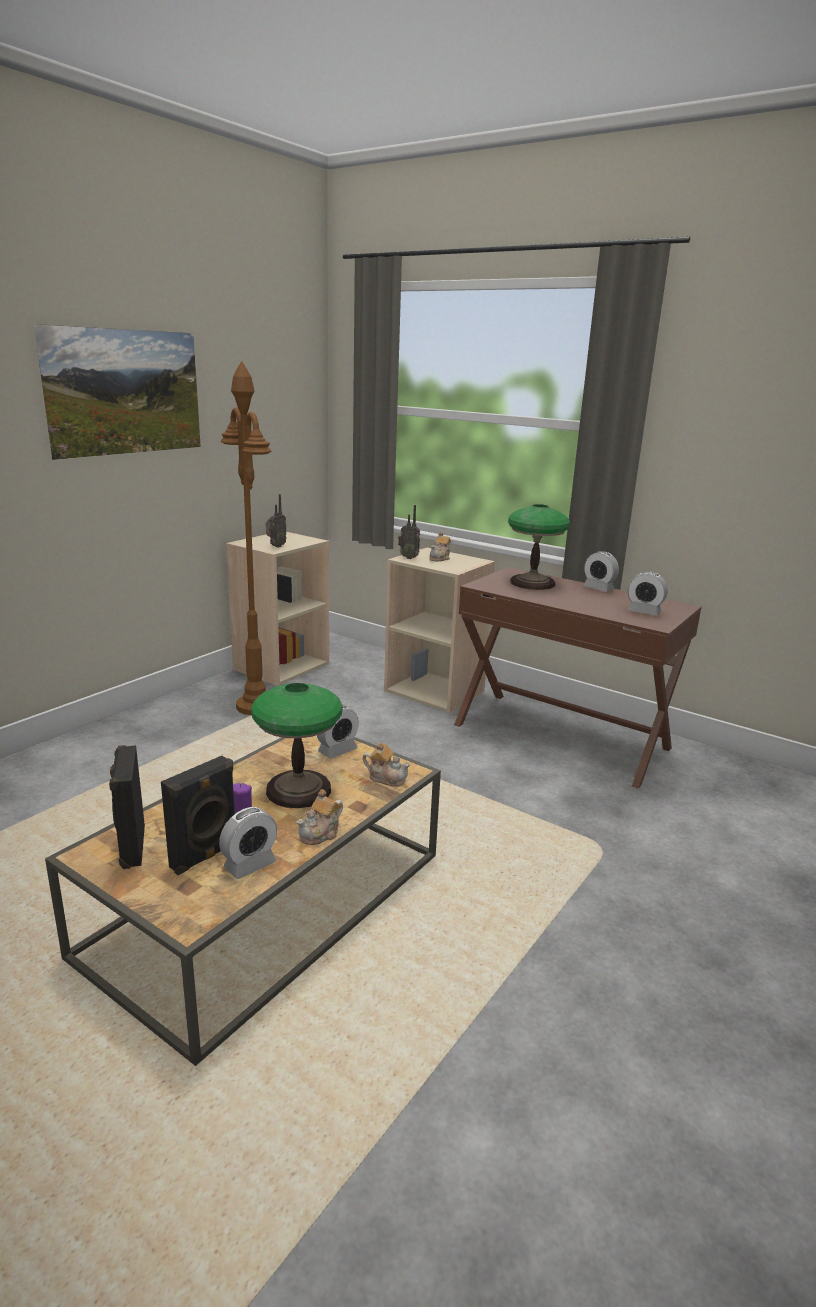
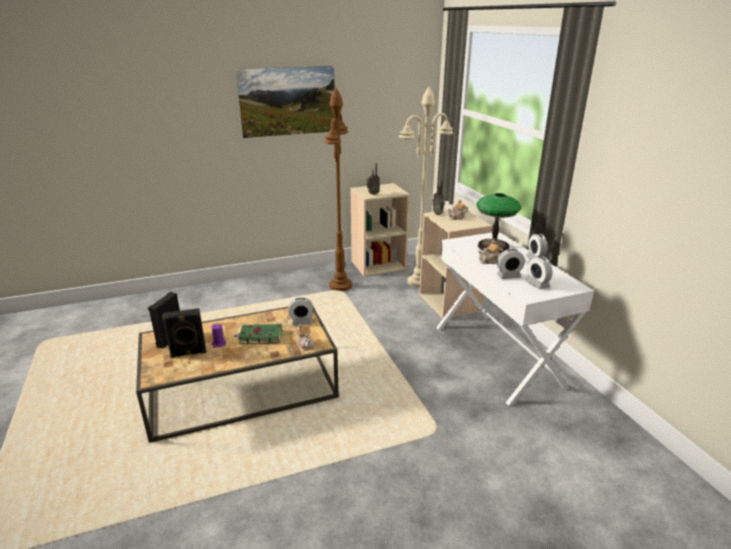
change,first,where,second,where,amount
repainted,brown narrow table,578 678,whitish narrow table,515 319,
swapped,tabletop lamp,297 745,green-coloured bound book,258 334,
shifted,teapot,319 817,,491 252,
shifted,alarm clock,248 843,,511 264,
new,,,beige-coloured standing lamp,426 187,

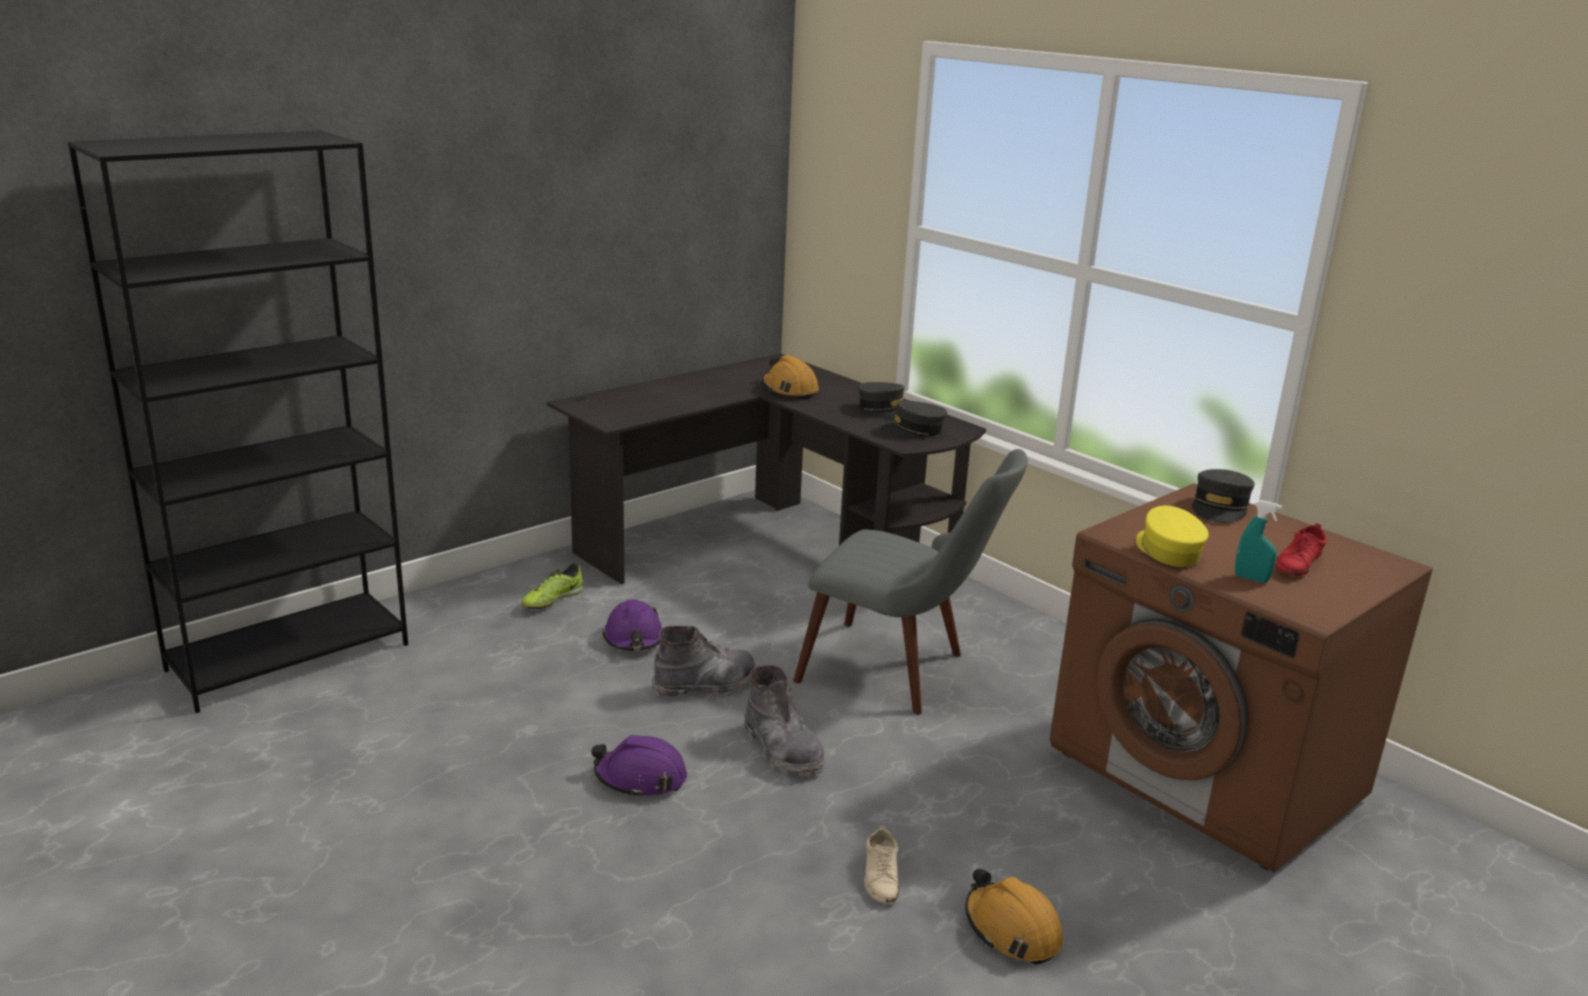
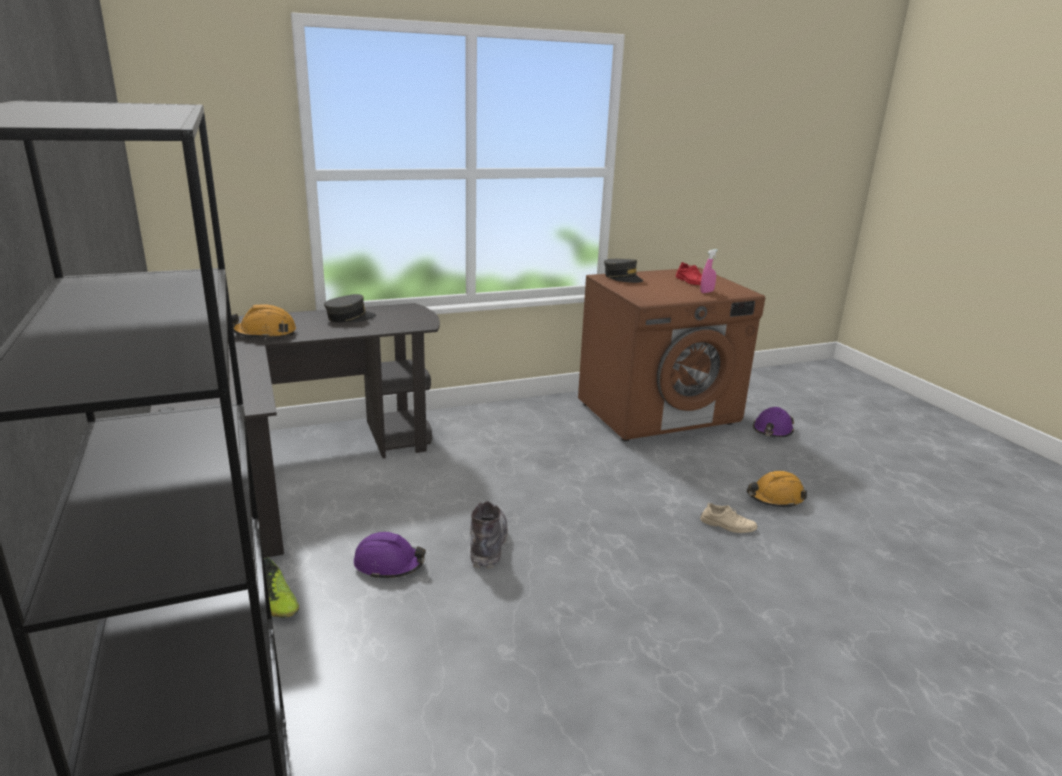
change,first,where,second,where,amount
gone,grey peaked cap,913 419,,,
gone,grey plain chair,910 582,,,
repainted,turquoise-coloured sprayer,1258 541,pink sprayer,709 271,
gone,yellow peaked cap,1172 536,,,
gone,grey high-top boot,784 721,,,
shifted,purple-coloured safety helmet,639 766,,773 422,

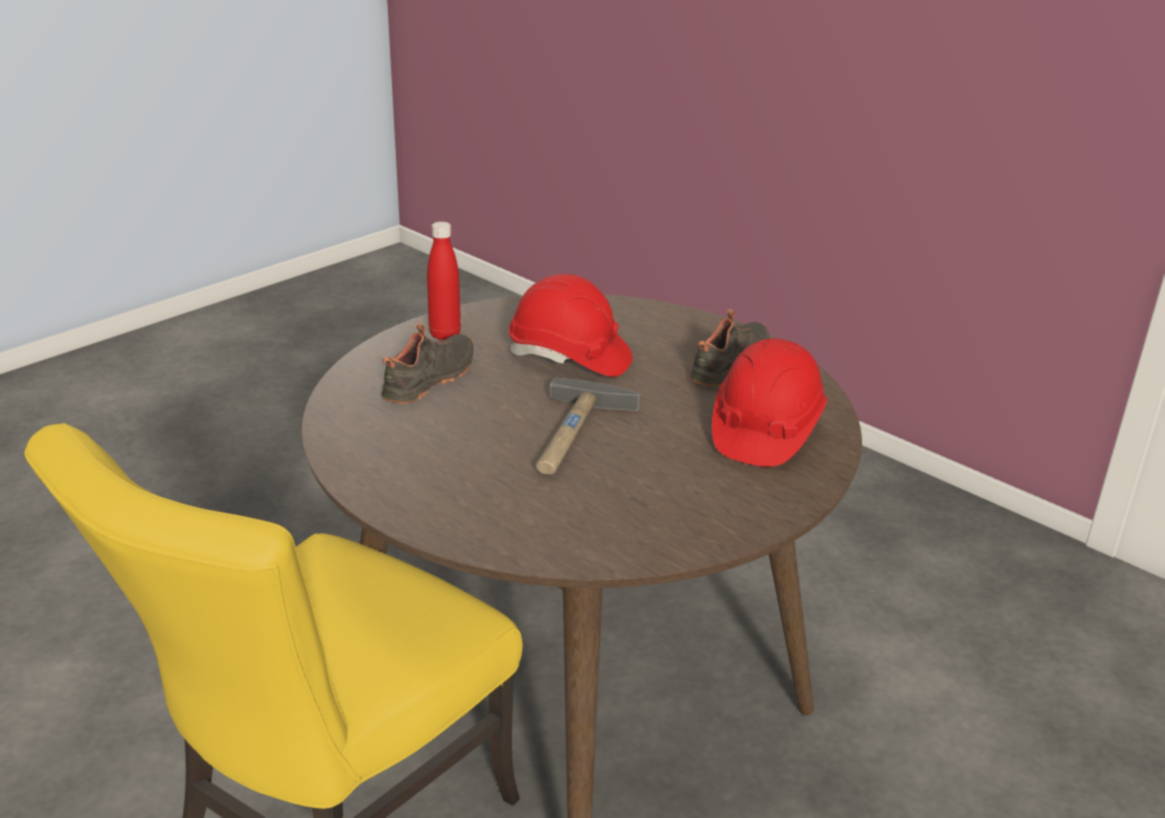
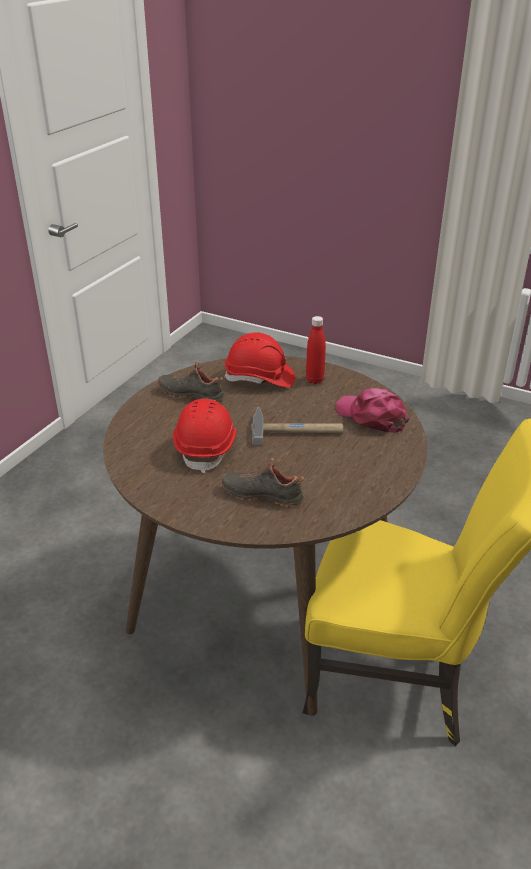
change,first,where,second,where,amount
shifted,red bottle,444 281,,316 350,
new,,,pink peaked cap,372 410,

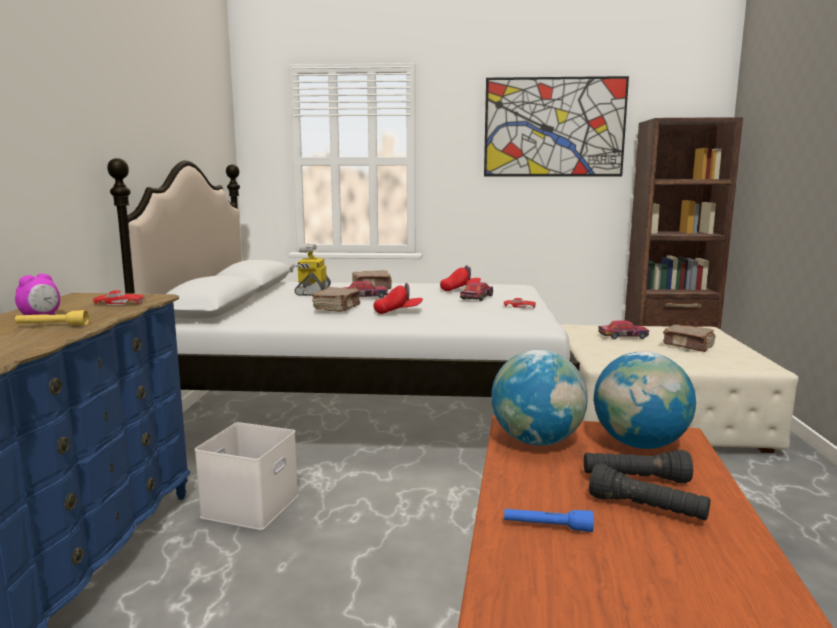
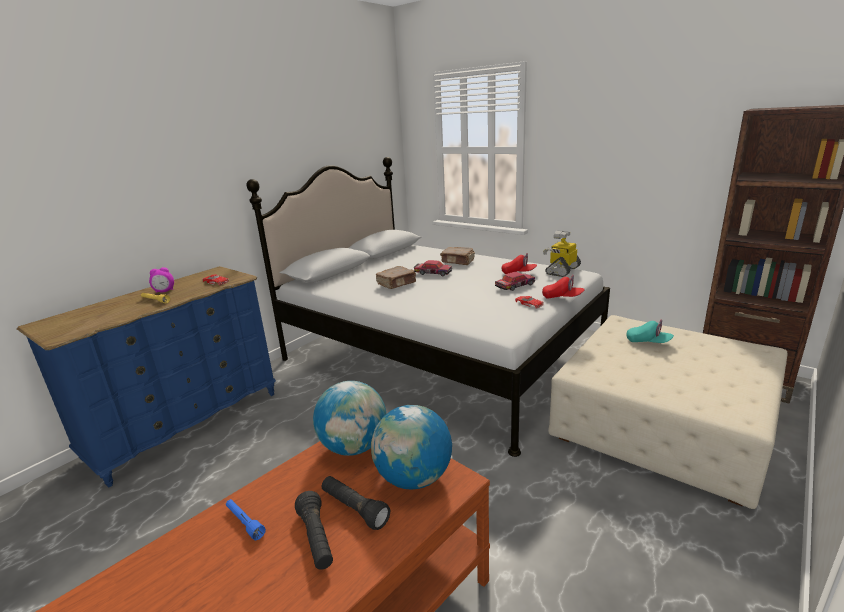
change,first,where,second,where,amount
gone,picture,556 126,,,
shifted,model robot,310 270,,562 253,
shifted,red peaked cap,398 298,,563 287,
swapped,miniature car,623 329,turquoise-coloured peaked cap,650 331,
gone,brown bound book,689 338,,,
gone,whitish storage box,246 476,,,

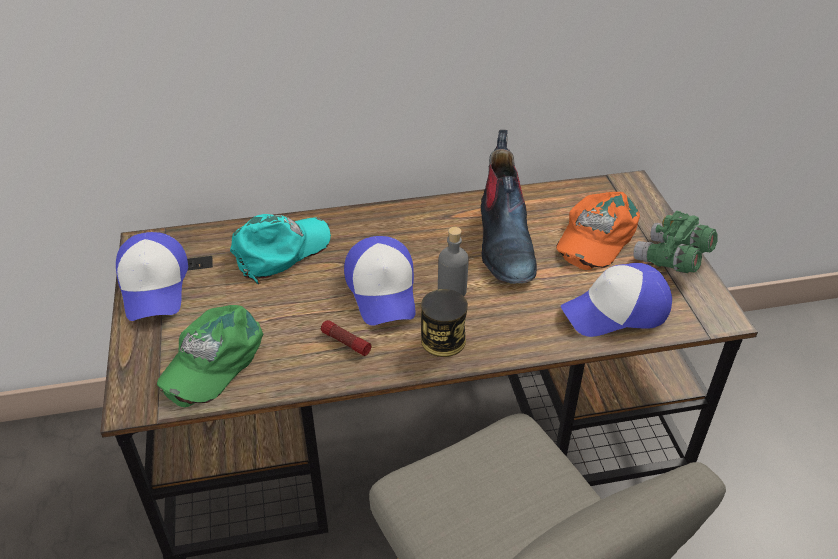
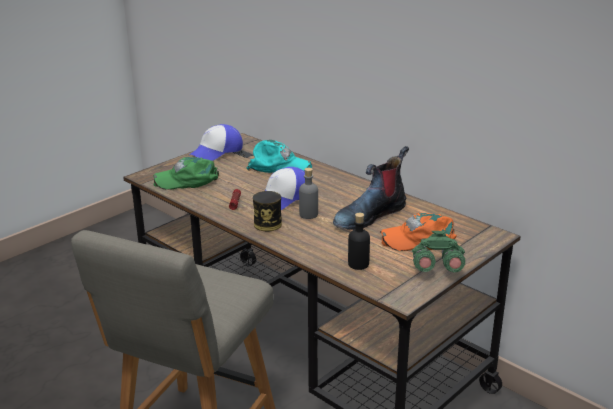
change,first,where,second,where,amount
swapped,peaked cap,616 300,blackish bottle,359 241,

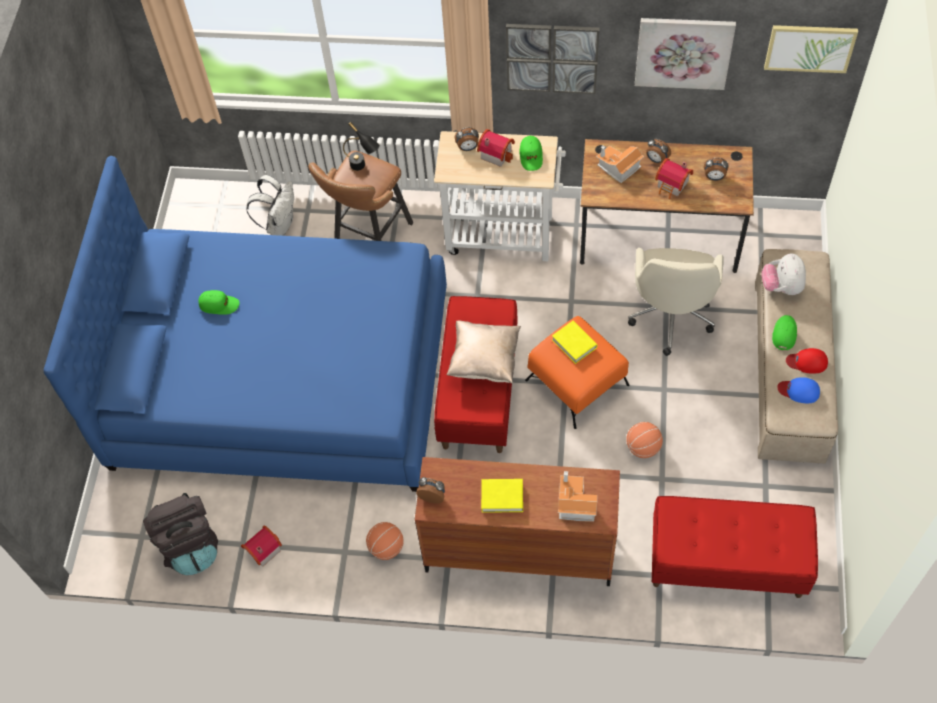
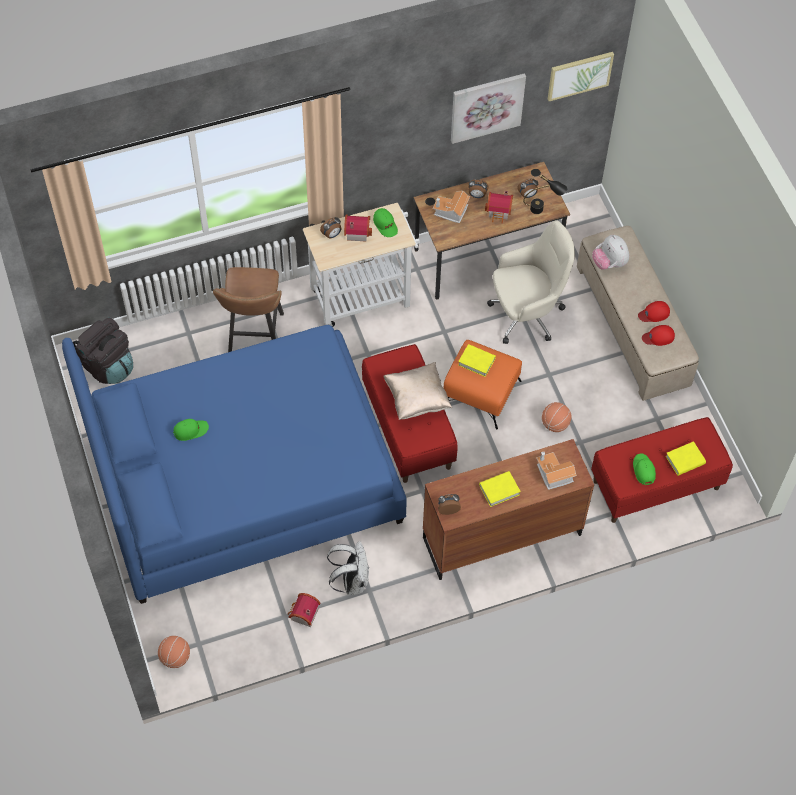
change,first,where,second,where,amount
gone,picture,552 59,,,
shifted,blackish tabletop lamp,361 146,,545 194,
shifted,whitish knapsack,270 205,,348 568,
rotated,beige-coloured office chair,676 302,,531 282,90 degrees counterclockwise
shifted,green-coloured peaked cap,784 332,,644 469,
repainted,blue-coloured peaked cap,798 390,red peaked cap,658 335,
shifted,blackish knapsack,180 534,,103 351,
shifted,basketball,385 541,,174 652,
new,,,yellow bound book,685 458,

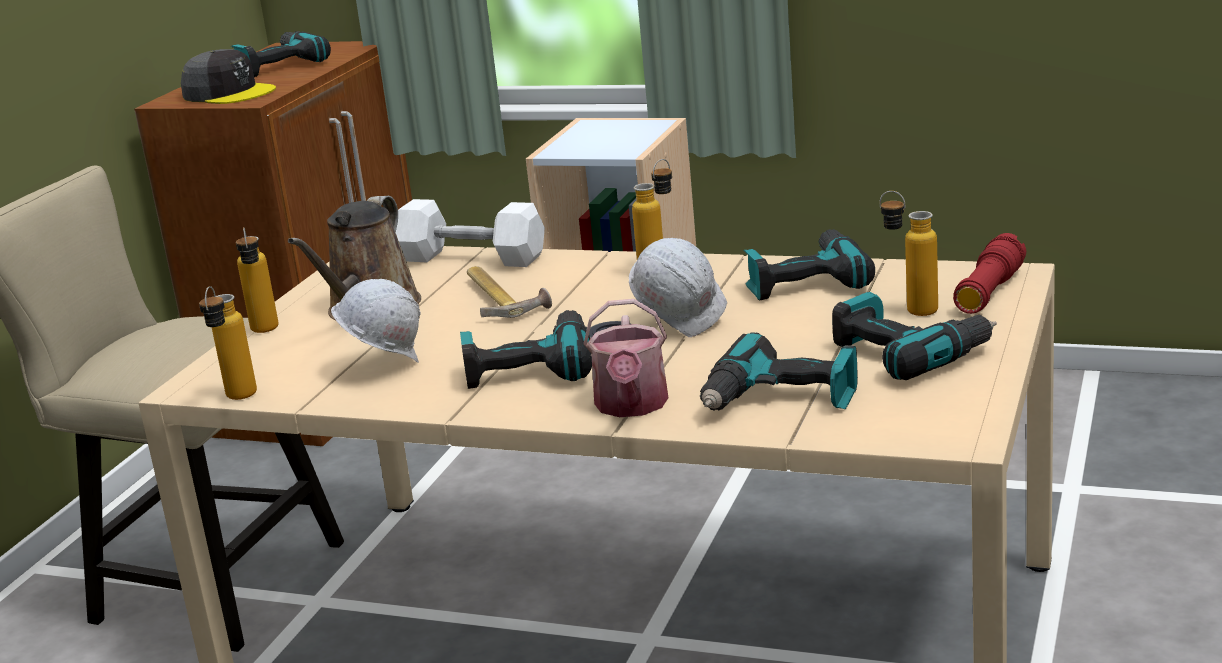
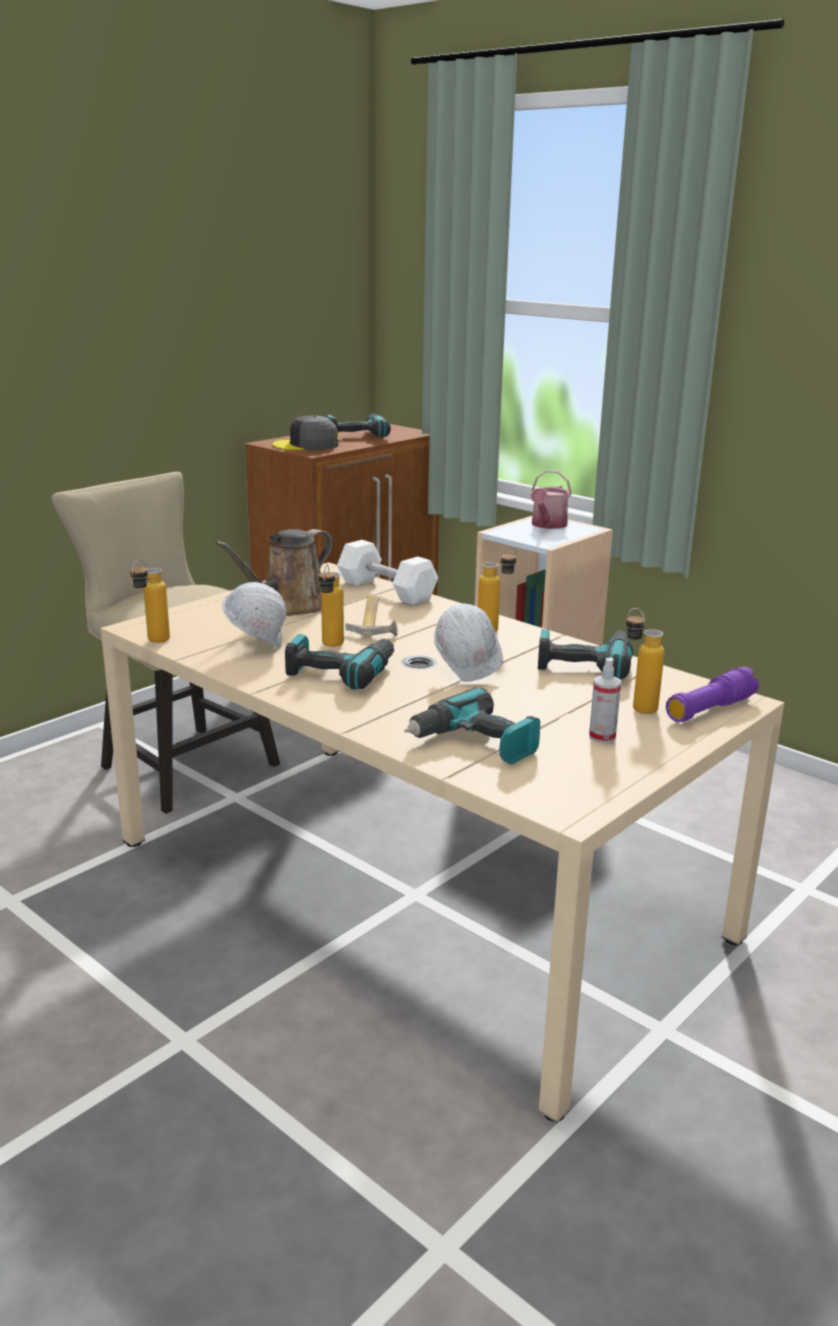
change,first,where,second,where,amount
rotated,grey peaked cap,228 76,,305 432,135 degrees clockwise
shifted,bottle,257 280,,331 605,
repainted,red hand torch,989 273,purple-coloured hand torch,712 694,
swapped,electric drill,914 336,sprayer,605 701,
shifted,watering pot,626 358,,551 499,

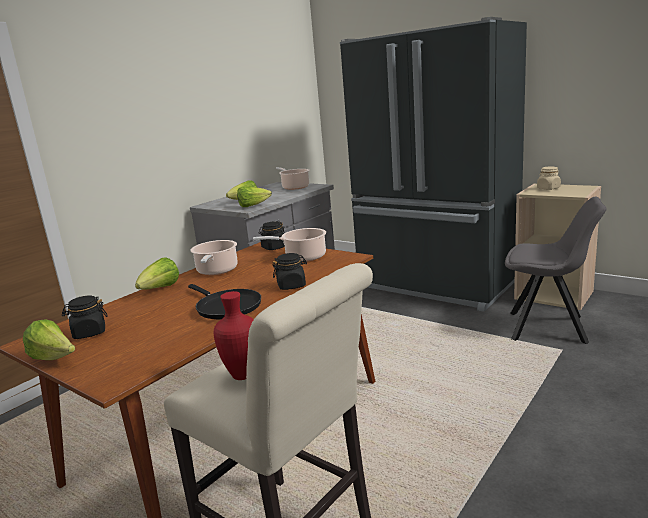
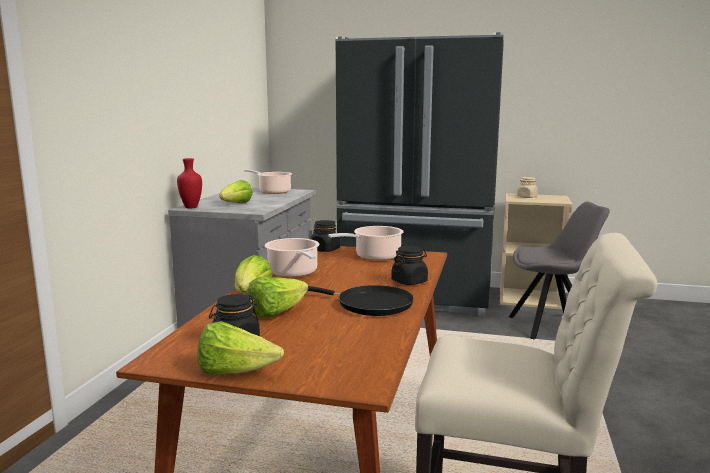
change,first,where,second,where,amount
shifted,lettuce,254 196,,277 297,
shifted,red vase,233 335,,189 183,

